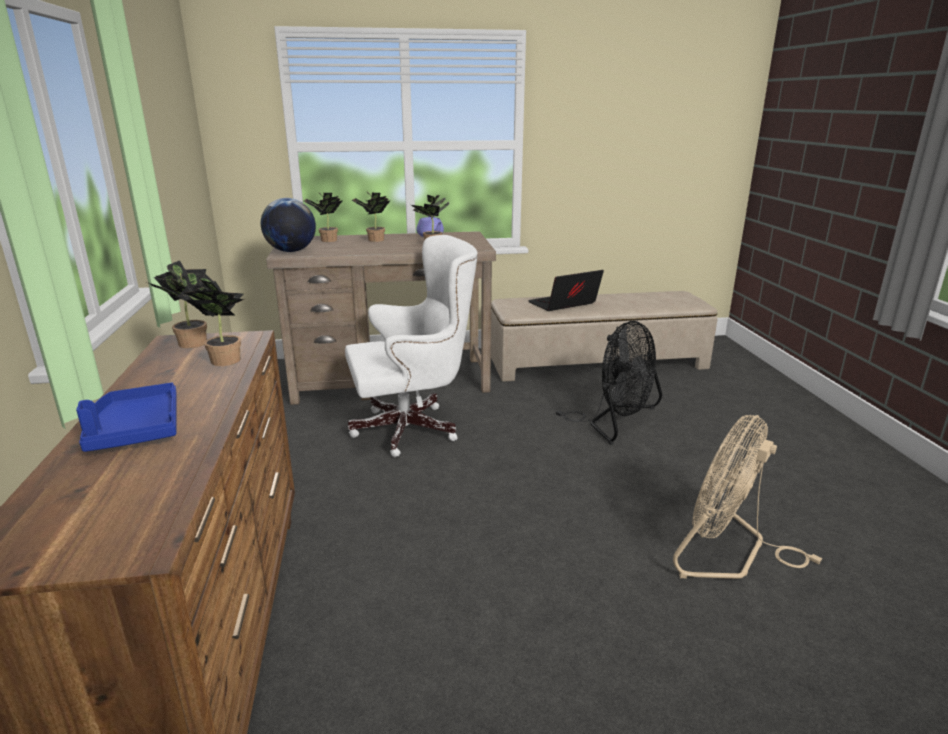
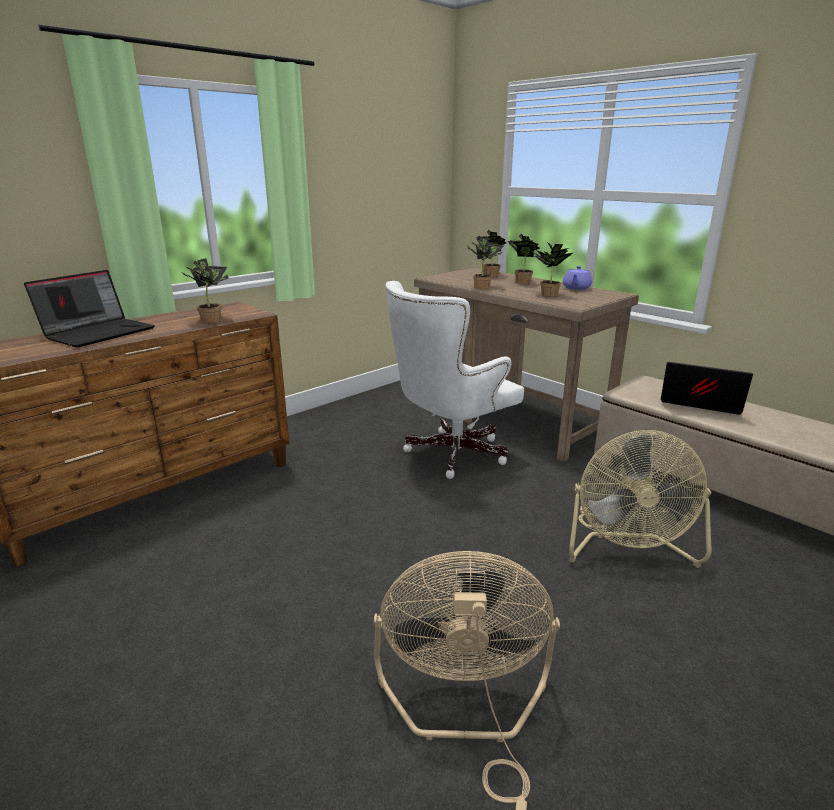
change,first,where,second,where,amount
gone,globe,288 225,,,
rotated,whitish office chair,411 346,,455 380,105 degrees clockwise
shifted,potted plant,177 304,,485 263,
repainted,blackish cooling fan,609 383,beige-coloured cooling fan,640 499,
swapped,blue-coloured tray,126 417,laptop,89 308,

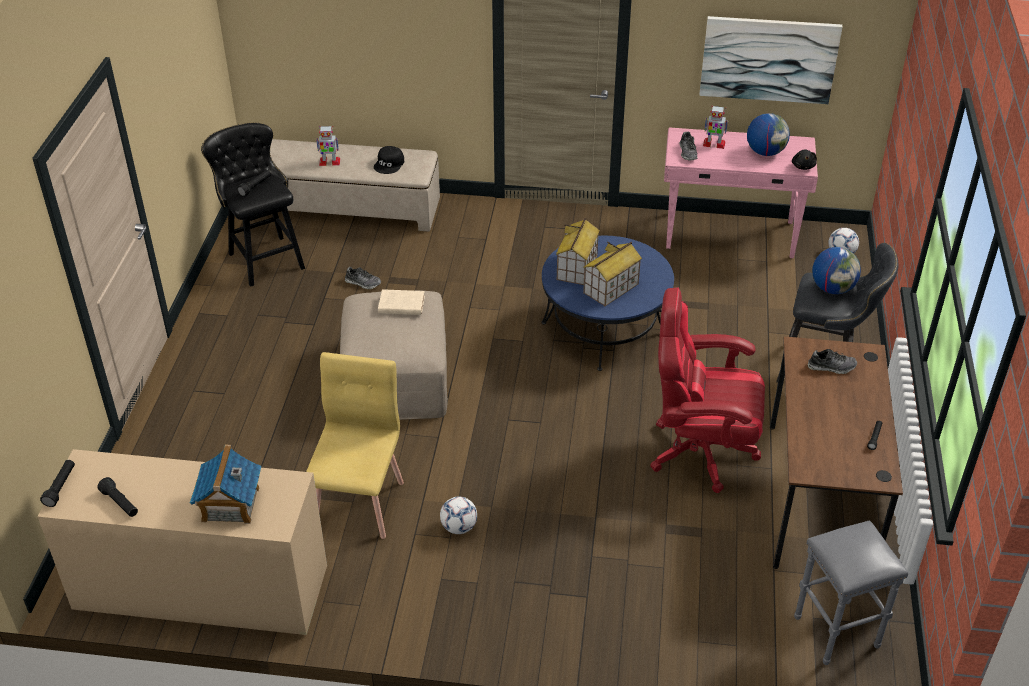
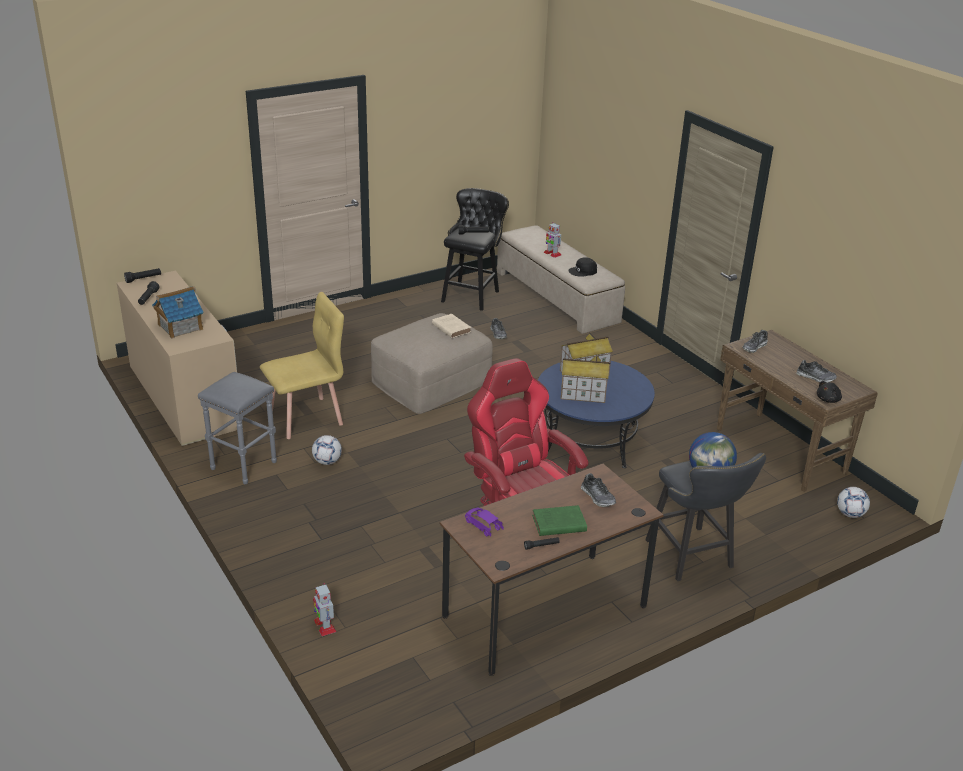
change,first,where,second,where,amount
gone,picture,770 60,,,
shifted,model robot,715 127,,324 609,
swapped,globe,768 134,shoe,816 371,
repainted,pink narrow table,741 192,brown narrow table,797 411,
shifted,grey sitting stool,851 592,,237 428,
new,,,green-coloured bound book,559 520,
new,,,purple-coloured miniature car,484 521,

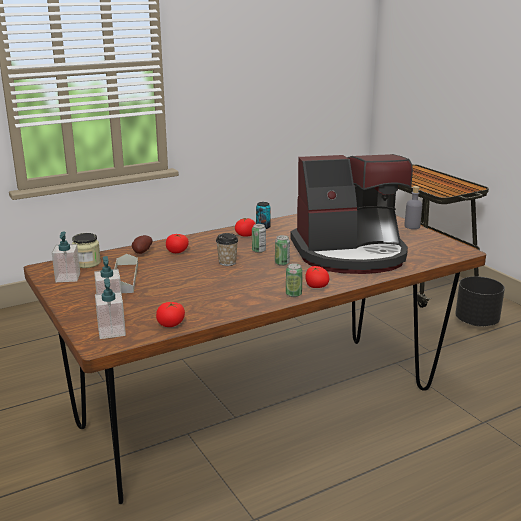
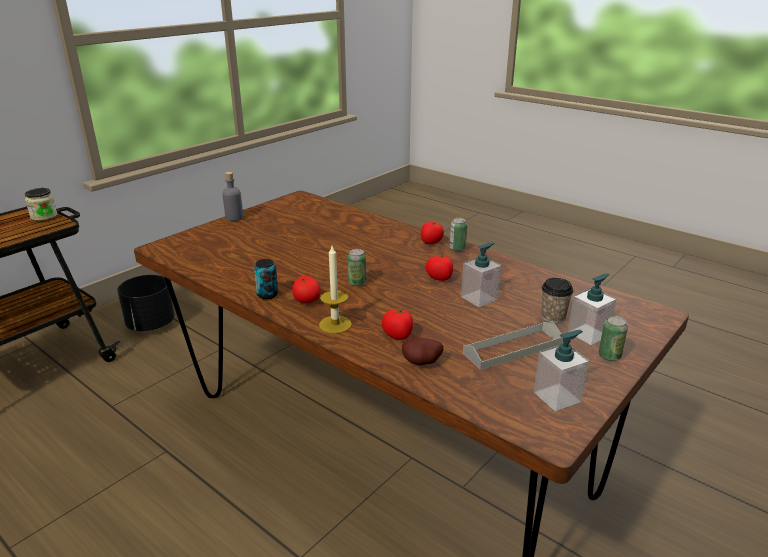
change,first,where,second,where,amount
gone,coffee brewer,351 214,,,
shifted,jar,86 250,,41 204,
shifted,drinking cup,227 249,,557 300,
shifted,sealed can,282 250,,613 338,
shifted,soap bottle,110 308,,481 274,
shifted,tomato,170 314,,439 267,
new,,,candle,335 290,

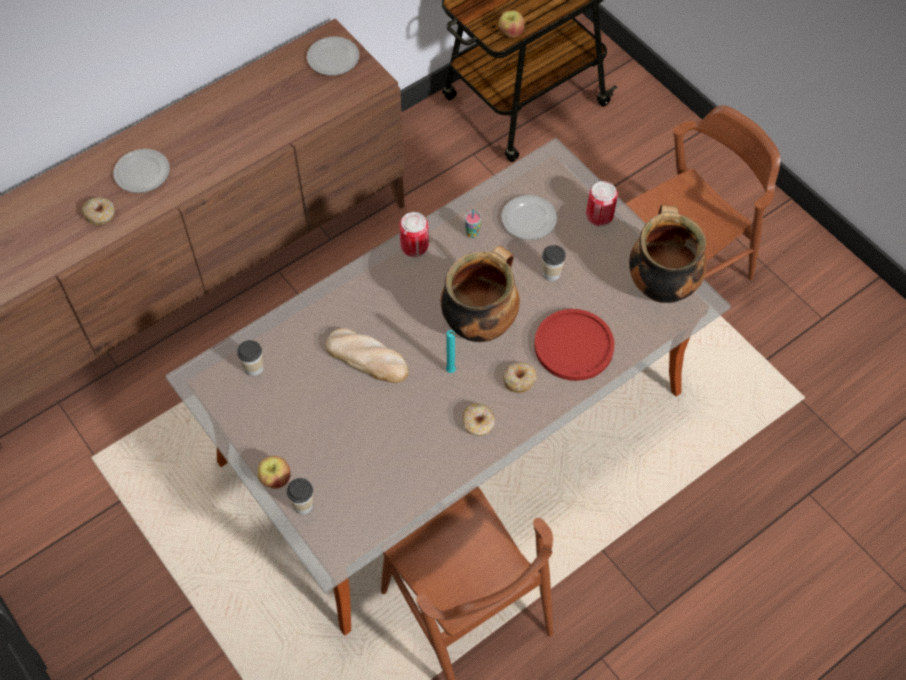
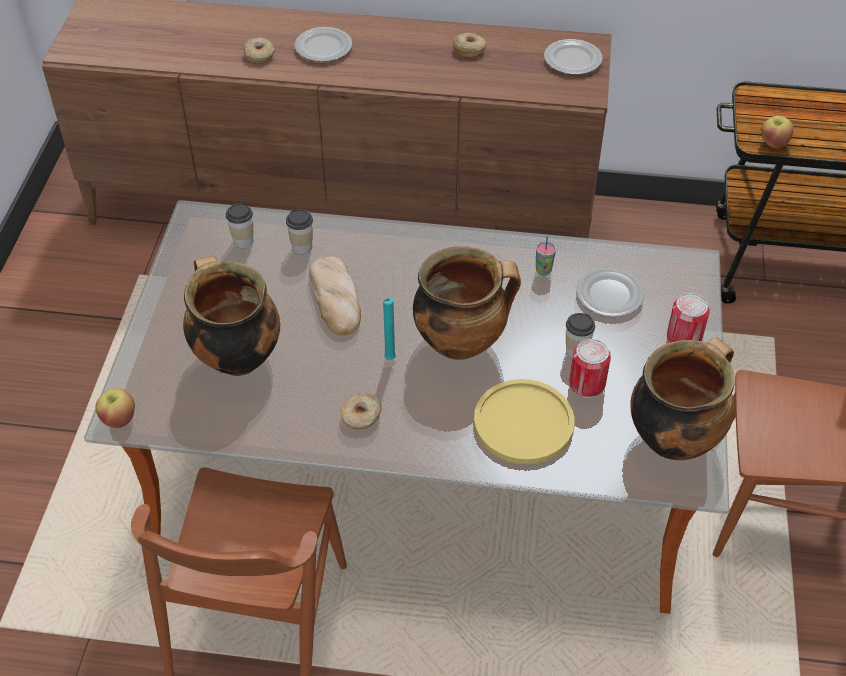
change,first,where,second,where,amount
shifted,sealed can,414 234,,590 368,
repainted,red plate,574 345,yellow plate,524 422,
shifted,ring doughnut,520 378,,469 45,
shifted,apple fruit,274 472,,115 408,
shifted,drinking cup,300 496,,299 231,
new,,,stockpot,231 316,

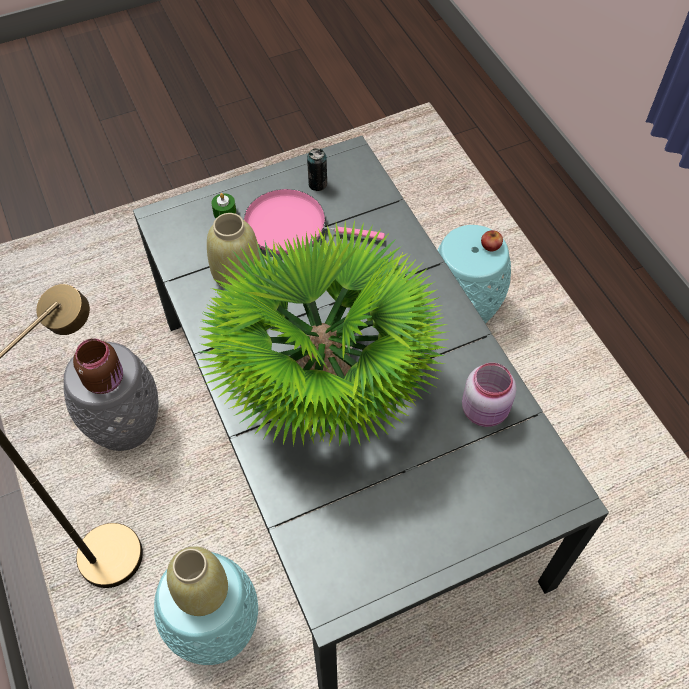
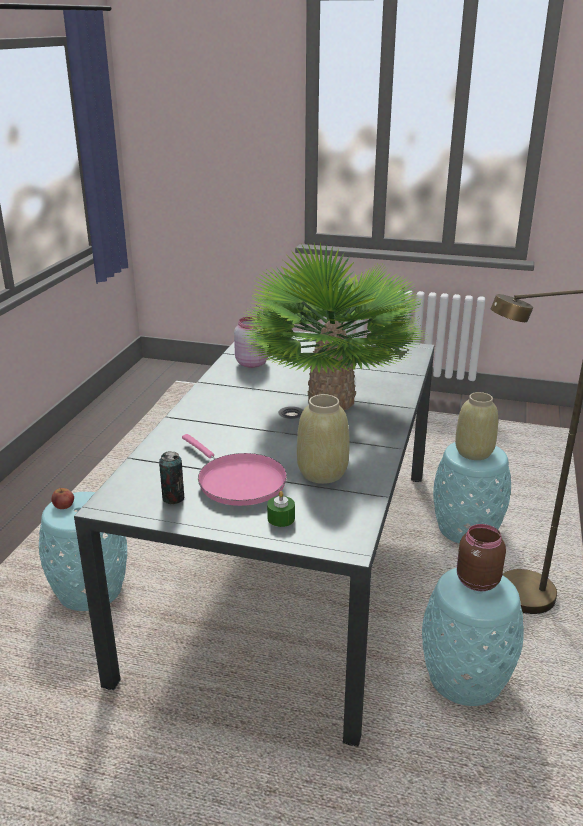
change,first,where,second,where,amount
repainted,grey sitting stool,111 396,turquoise-coloured sitting stool,473 637,

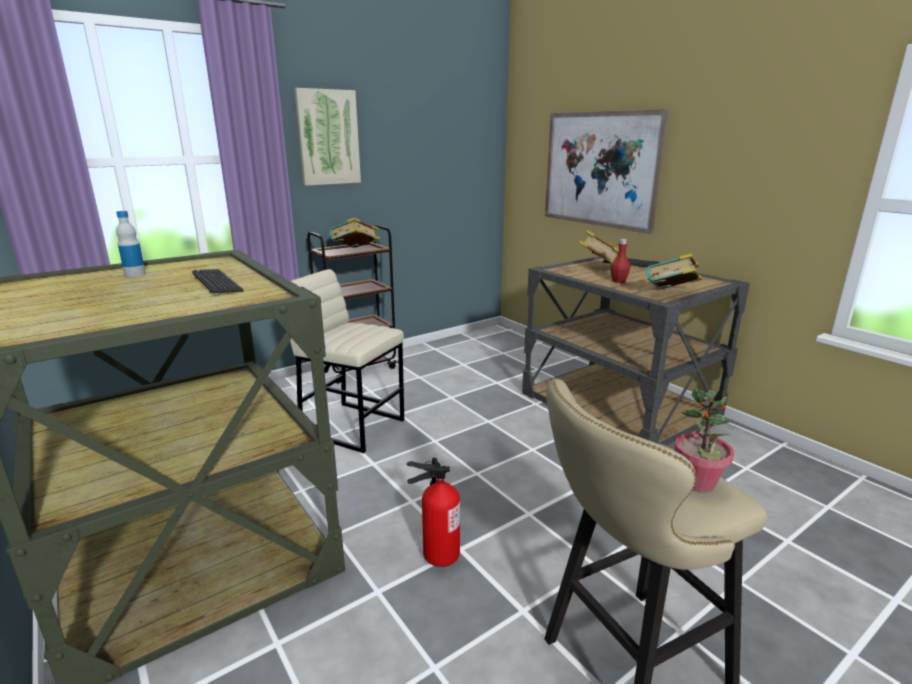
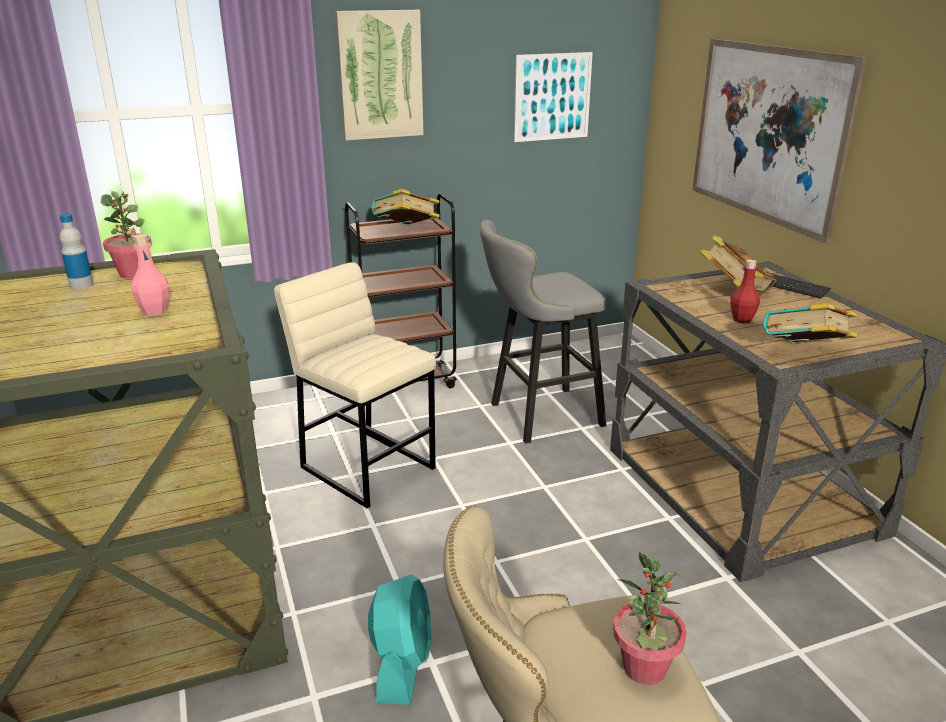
change,first,where,second,where,amount
swapped,PC keyboard,217 281,pink bottle,149 275,
swapped,extinguisher,433 512,turquoise-coloured cooling fan,399 640,
new,,,picture,553 97,
new,,,potted plant,126 234,
new,,,grey sitting stool,543 332,

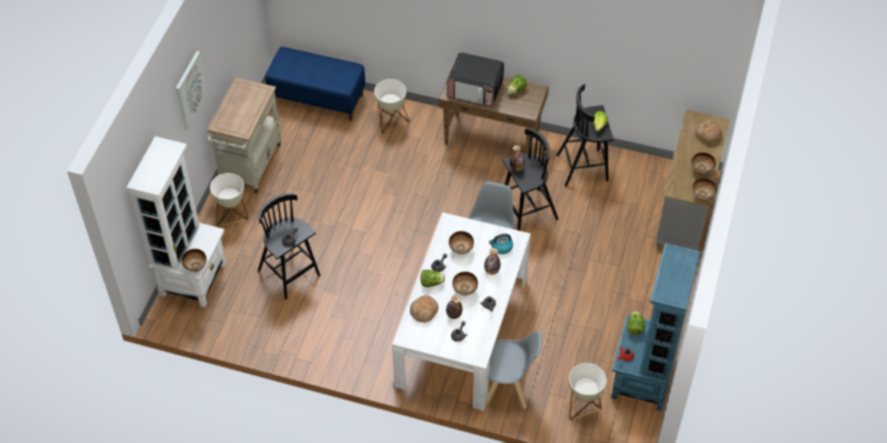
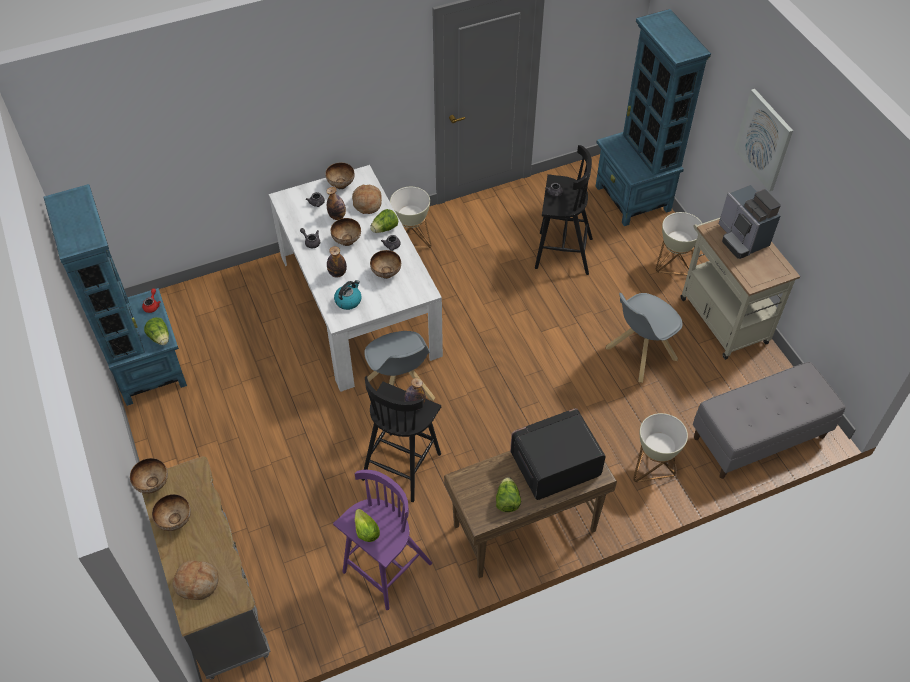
change,first,where,second,where,amount
repainted,blue-coloured bench,315 84,grey bench,769 420,
repainted,blackish sitting stool,585 135,purple-coloured sitting stool,382 540,
repainted,whitish cabinet,176 222,blue-coloured cabinet,653 117,
shifted,bowl,194 260,,340 176,
shifted,grey plain chair,514 370,,644 338,
shifted,plant pot,588 391,,411 217,
new,,,coffee brewer,750 222,

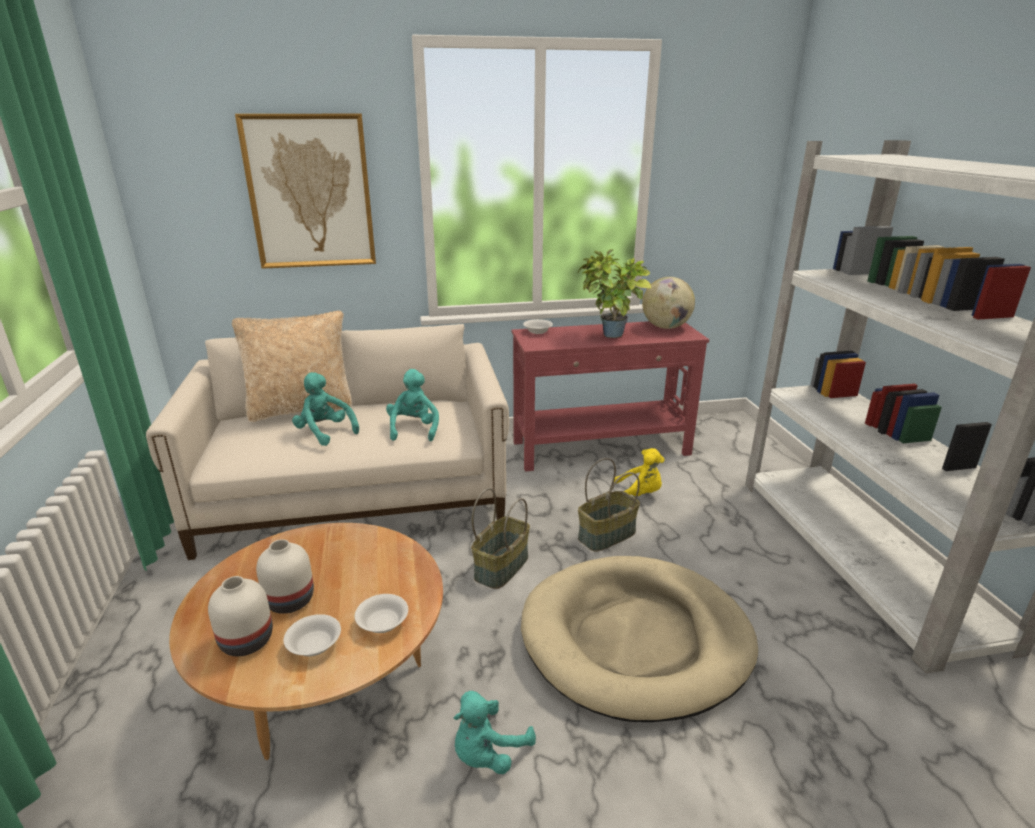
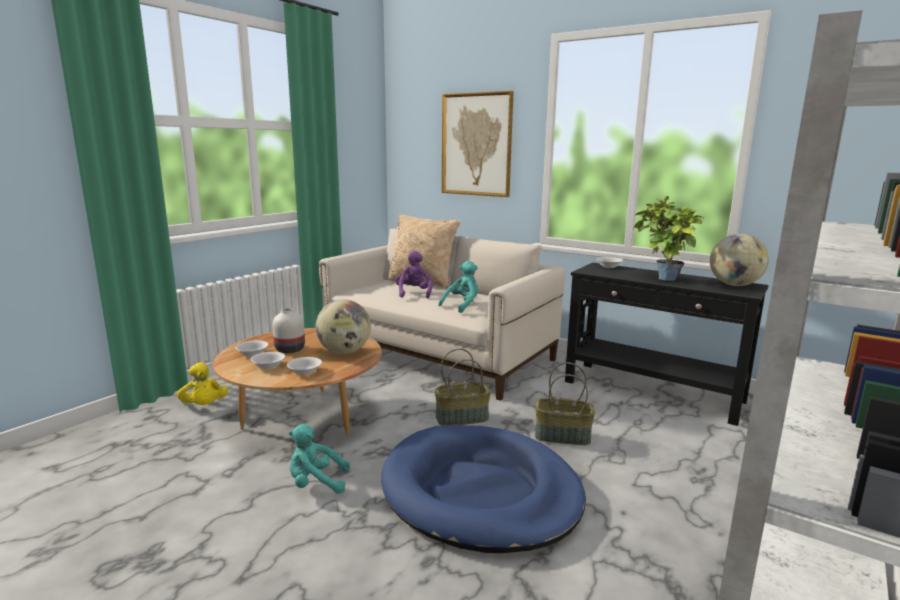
change,first,where,second,where,amount
repainted,red narrow table,610 396,blackish narrow table,666 344,
repainted,turquoise-coloured cuddly toy,325 409,purple-coloured cuddly toy,414 275,
shifted,yellow cuddly toy,639 472,,202 384,
repainted,beige-coloured dog cushion,639 639,blue-coloured dog cushion,483 489,
swapped,whitish vase,240 616,whitish bowl,251 348,
new,,,globe,343 327,

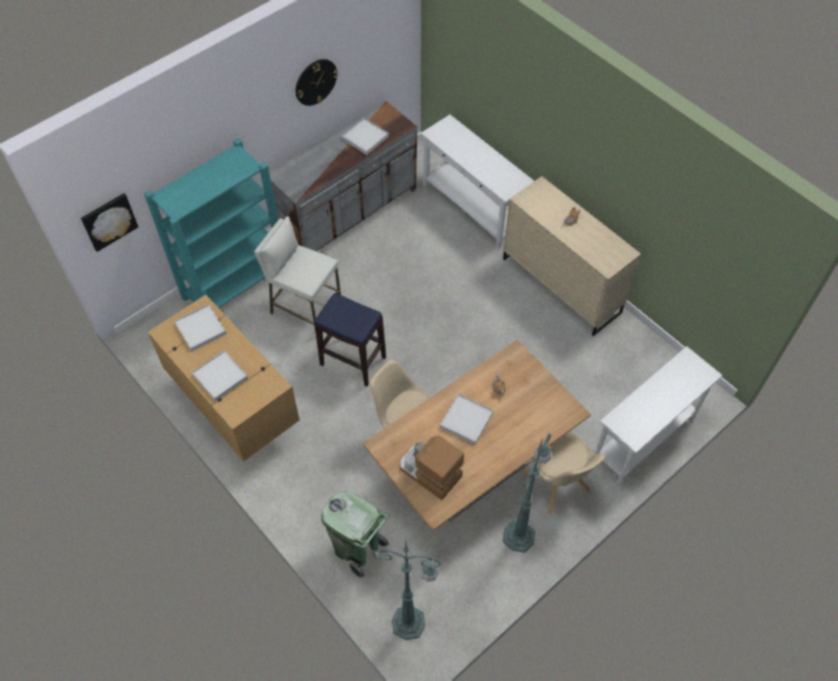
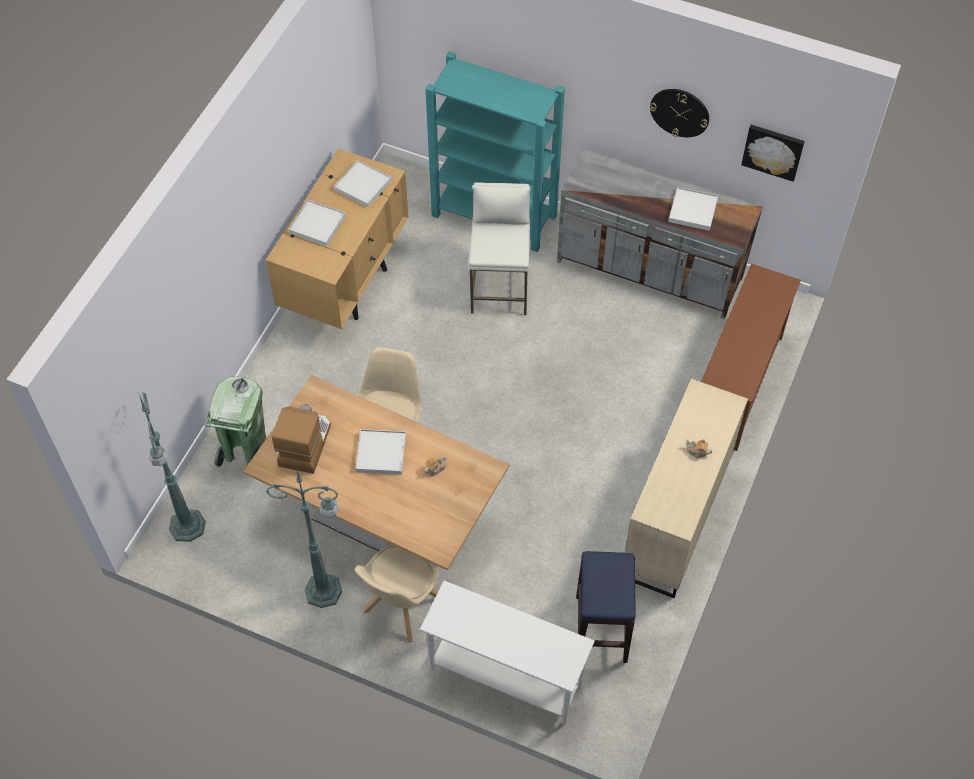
change,first,where,second,where,amount
repainted,whitish narrow table,477 182,brown narrow table,751 357,
shifted,picture,109 222,,773 153,
shifted,sitting stool,350 339,,606 607,

